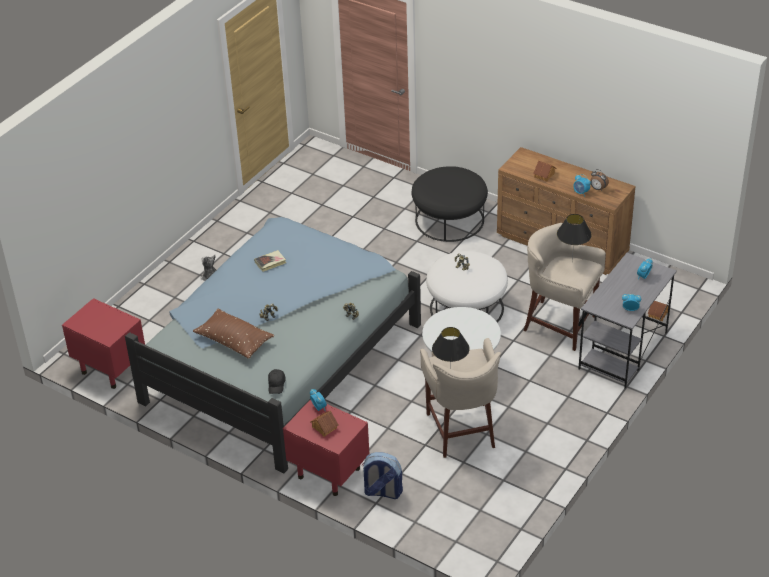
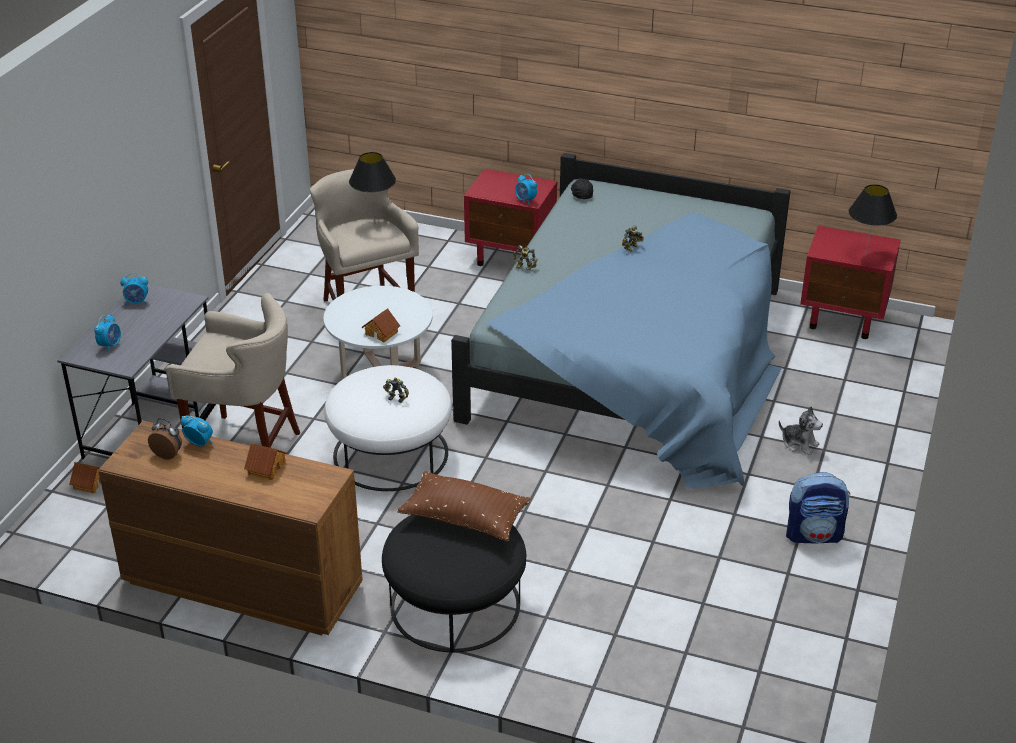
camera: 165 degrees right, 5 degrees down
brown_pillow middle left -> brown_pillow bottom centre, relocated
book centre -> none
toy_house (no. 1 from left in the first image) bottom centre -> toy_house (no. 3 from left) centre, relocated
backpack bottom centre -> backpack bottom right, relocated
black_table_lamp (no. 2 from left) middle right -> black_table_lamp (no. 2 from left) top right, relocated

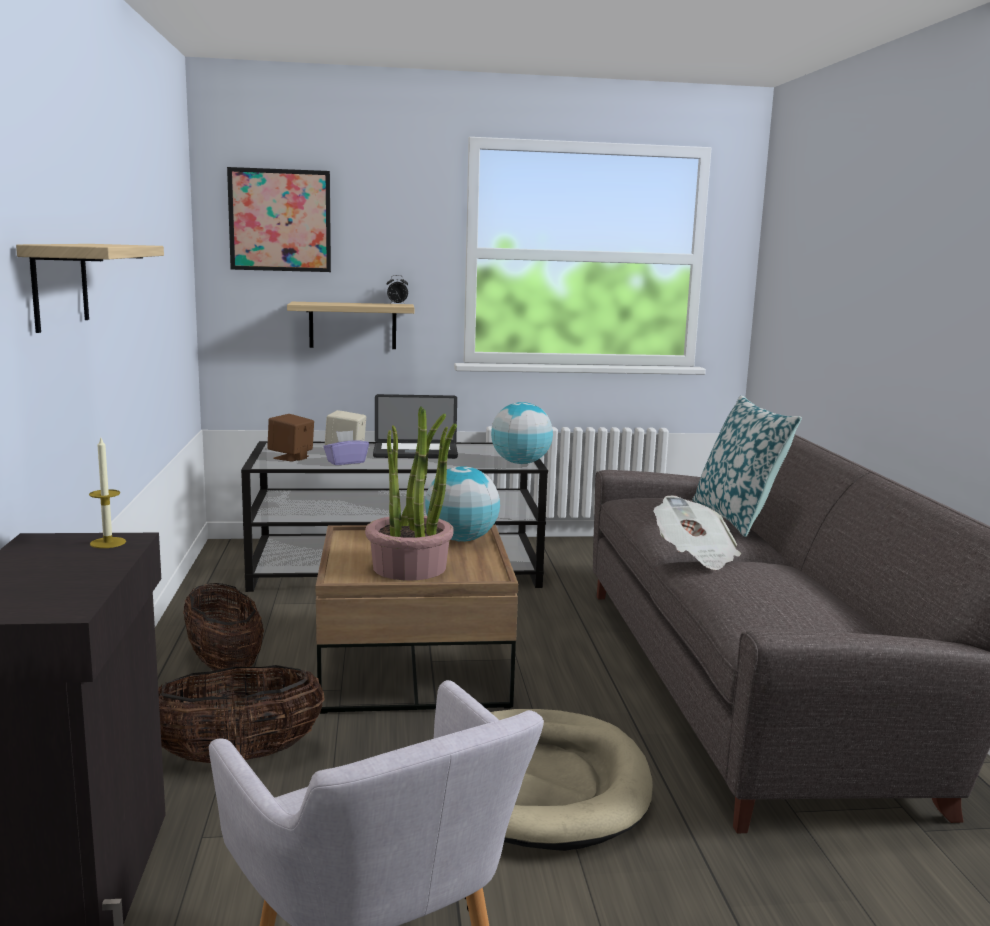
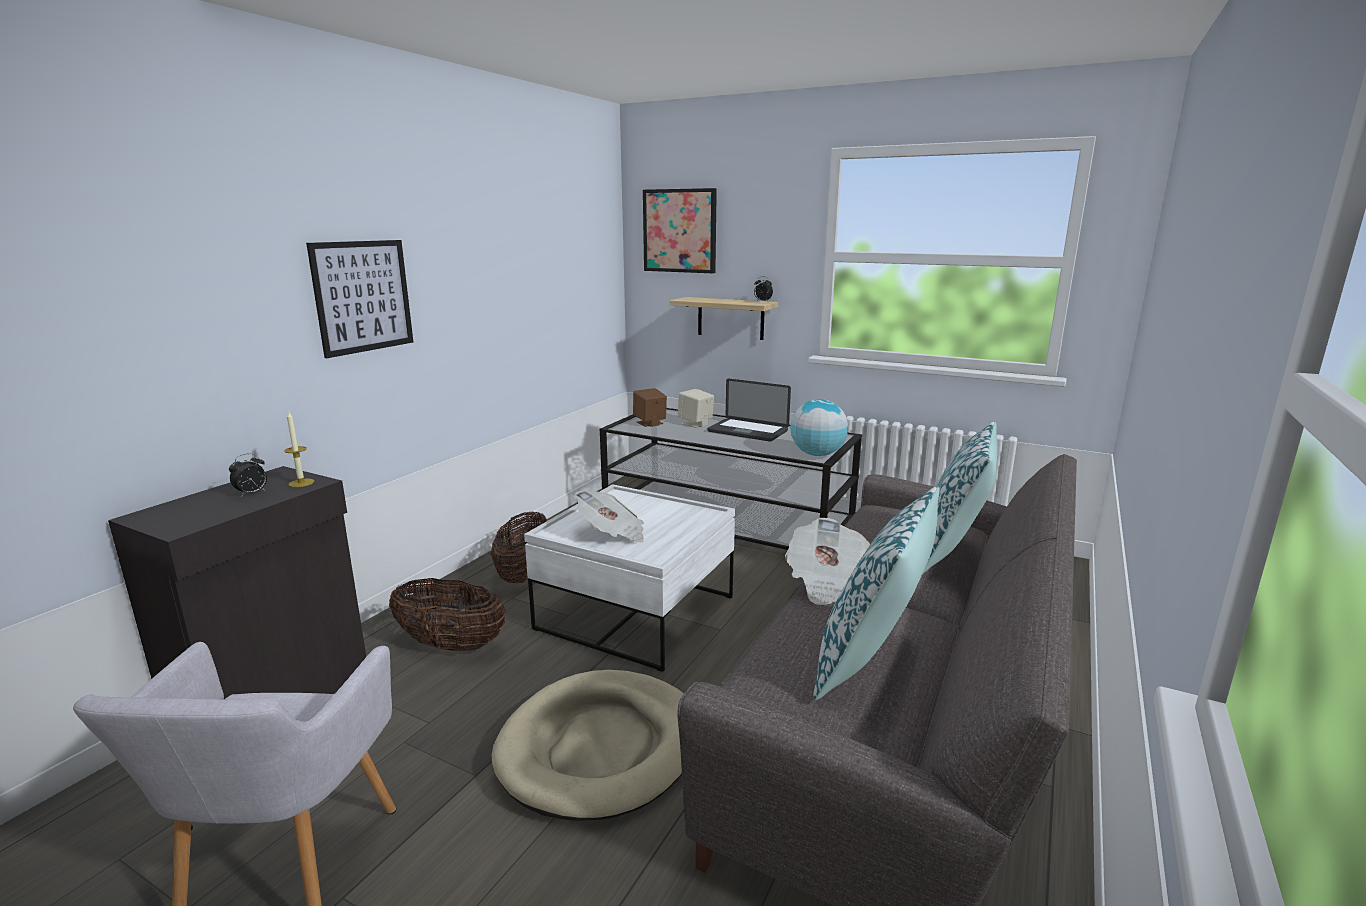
camera: 35 degrees right, 5 degrees up
shelf (no. 1 from left) top left -> picture (no. 1 from left) top left
brown_coffee_table bottom centre -> white_coffee_table centre
purple_tissue_box centre -> none
potted_plant centre -> newspaper (no. 1 from left) centre
globe (no. 1 from left) centre -> none
none -> alarm_clock (no. 1 from left) middle left
none -> pillow (no. 1 from left) centre

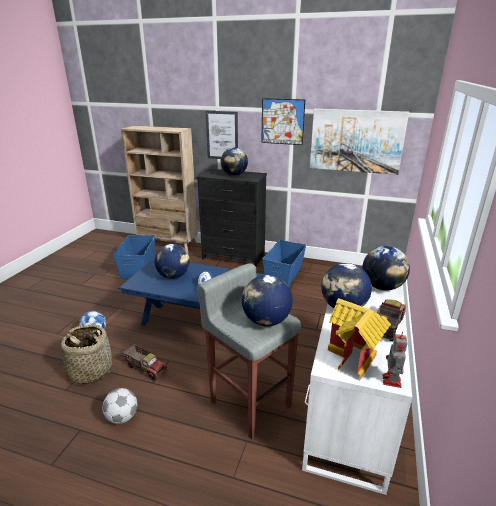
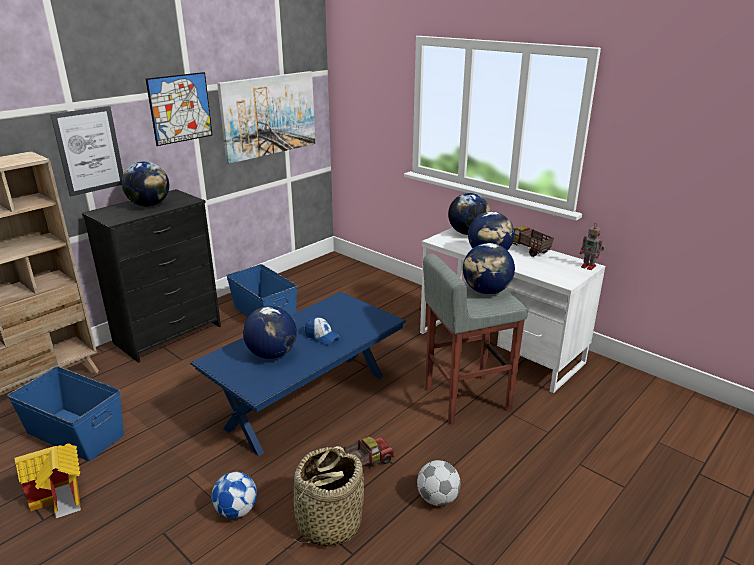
camera: 65 degrees left, 0 degrees up
toy_house bottom right -> toy_house bottom left, relocated

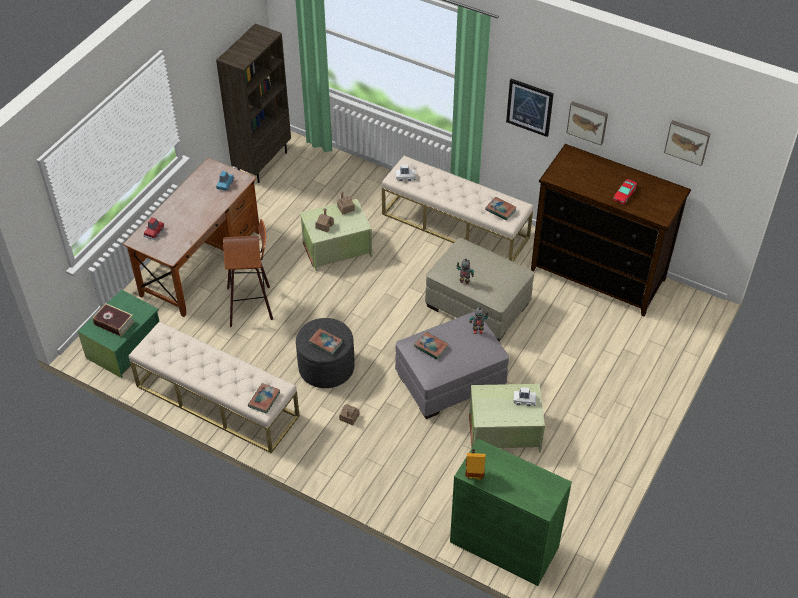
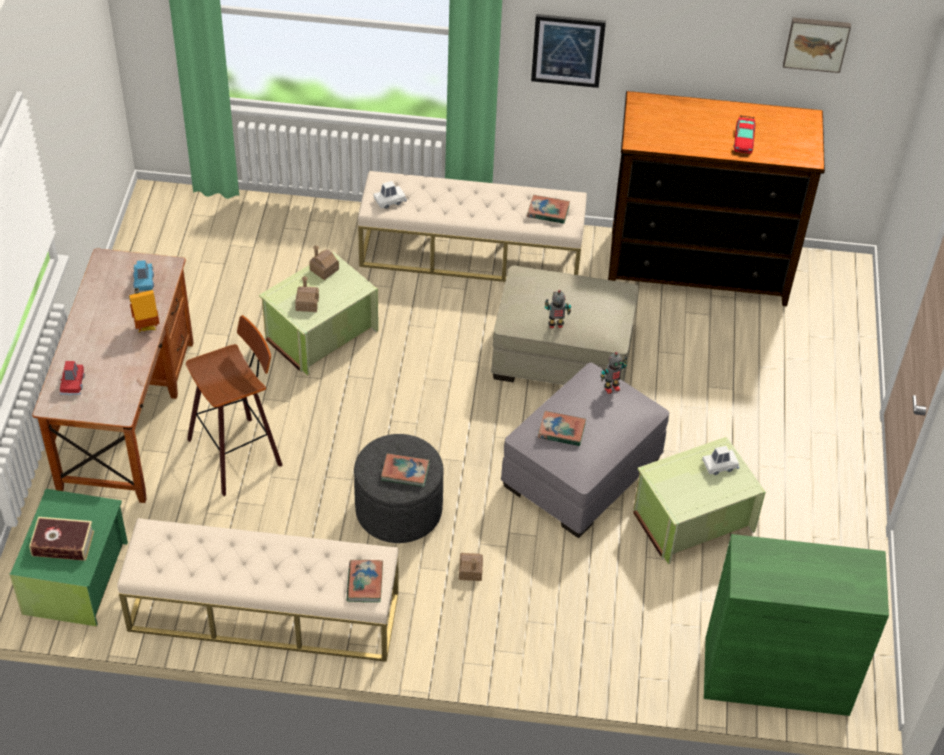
camera: 25 degrees left, 0 degrees up
brown_bookcase top left -> none
toy_house (no. 4 from left in the first image) bottom centre -> toy_house (no. 1 from left) middle left, relocated
picture (no. 2 from left) top right -> none

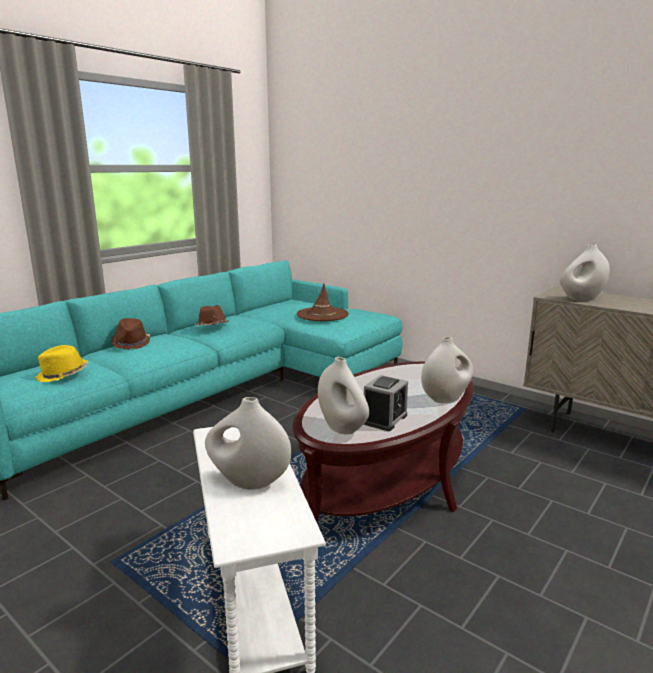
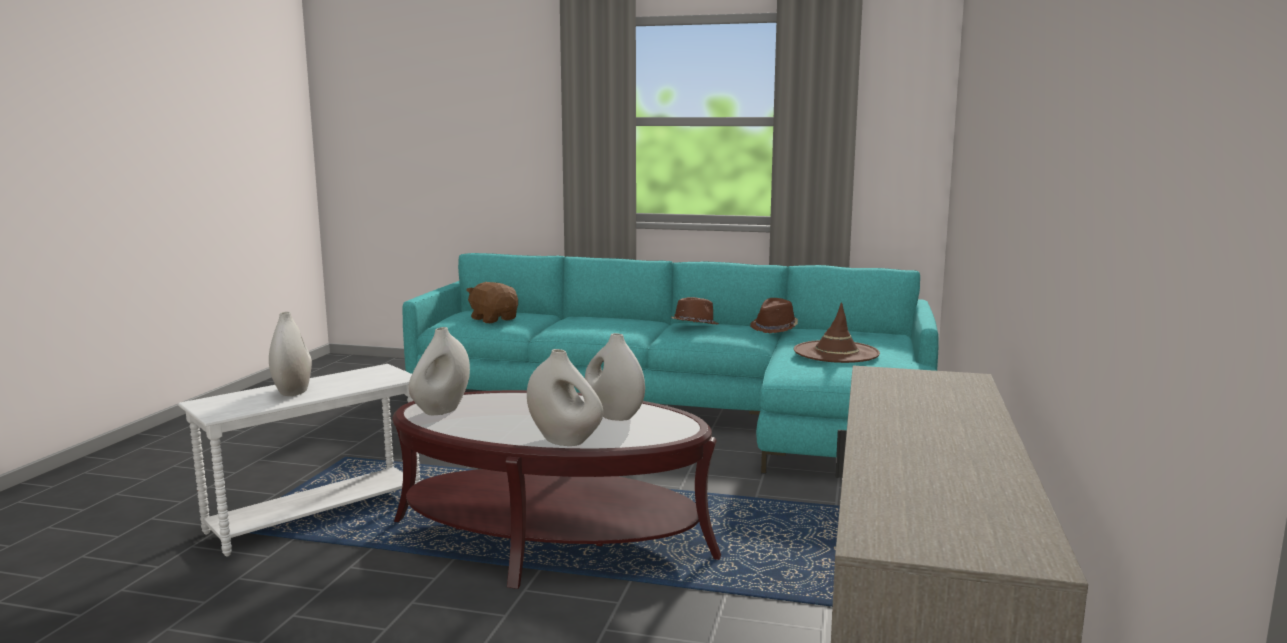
camera: 65 degrees right, 5 degrees down
yellow_hat middle left -> brown_plush_toy centre
brown_hat (no. 1 from left in the first image) middle left -> brown_hat (no. 2 from left) centre, relocated
alarm_clock centre -> none
white_vase (no. 4 from left) middle right -> white_vase (no. 4 from left) centre, relocated

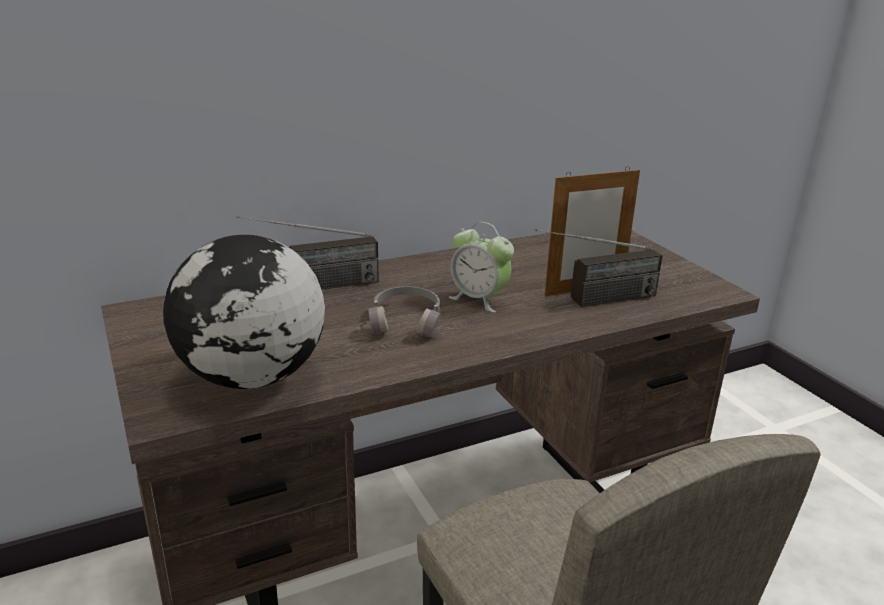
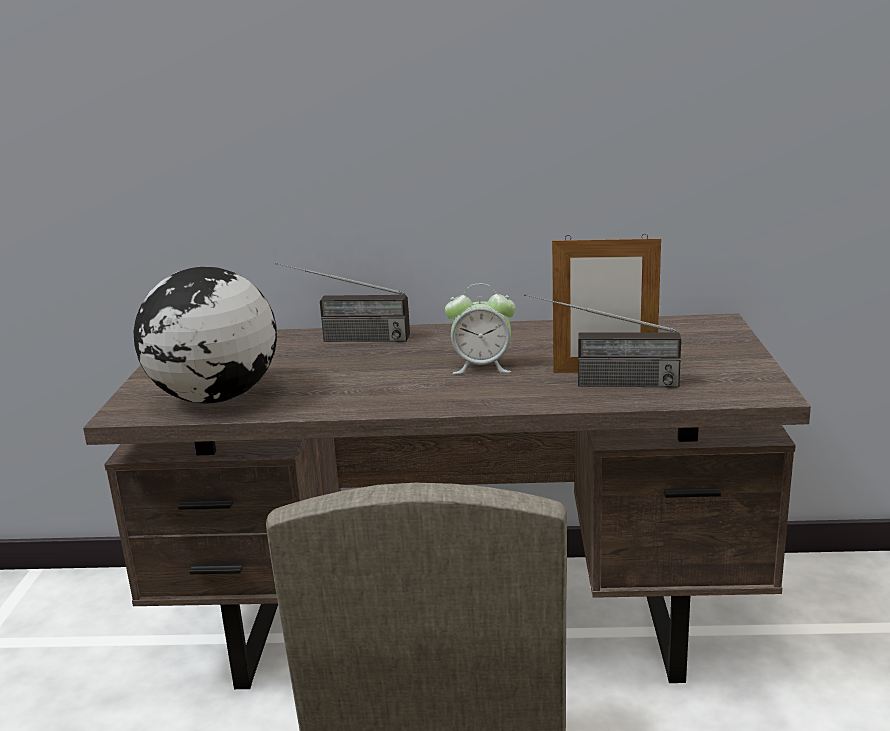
camera: 30 degrees right, 5 degrees down
grey_headphones centre -> none
alarm_clock centre, 60 degrees counterclockwise

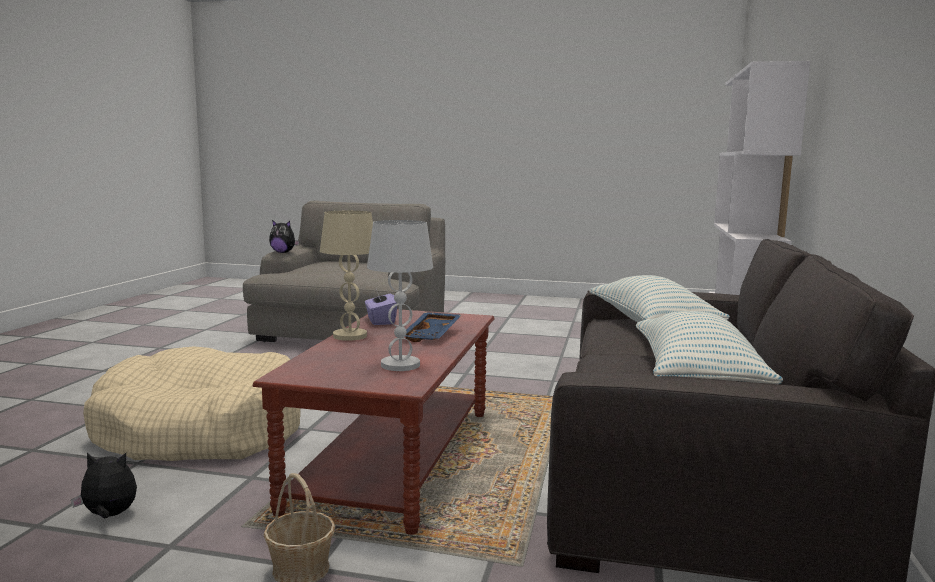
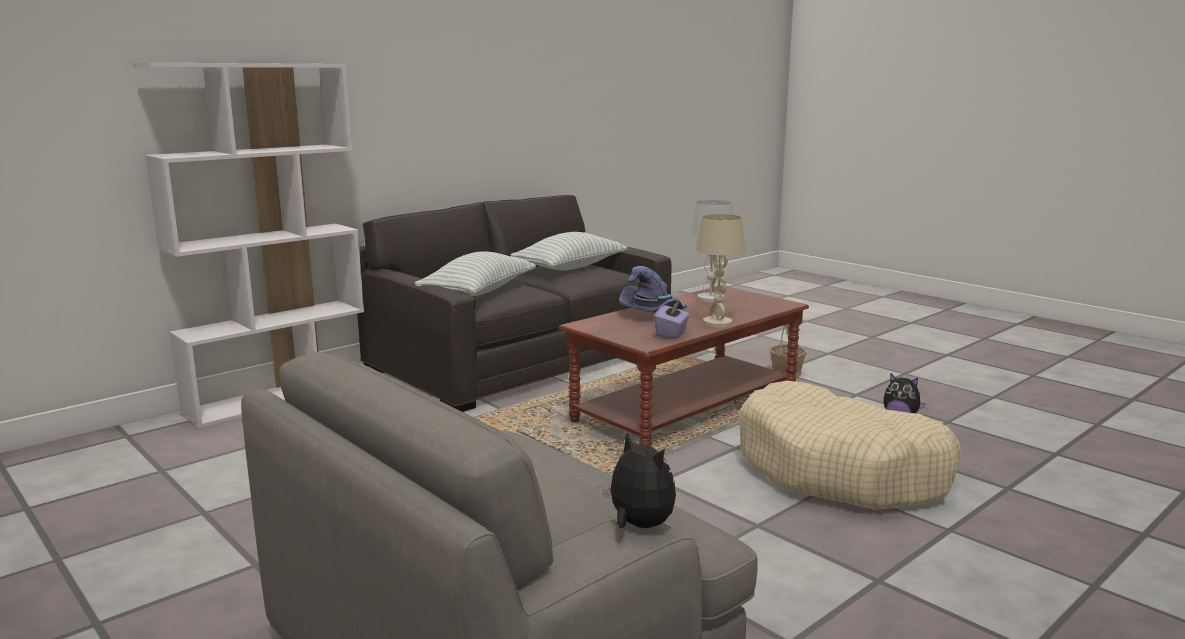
camera: 145 degrees left, 5 degrees up
blue_tray centre -> purple_hat centre

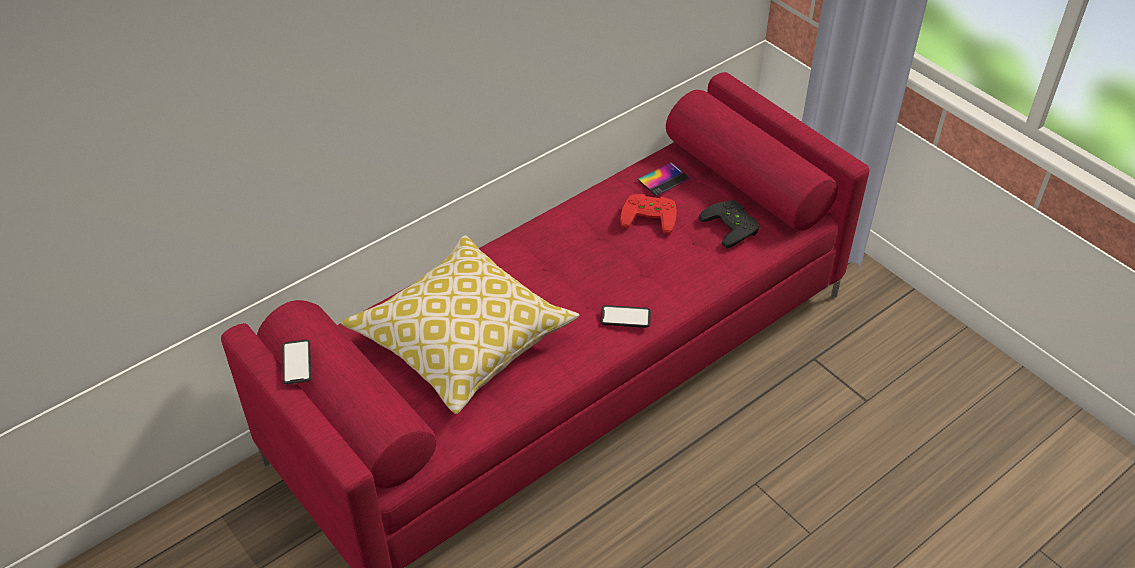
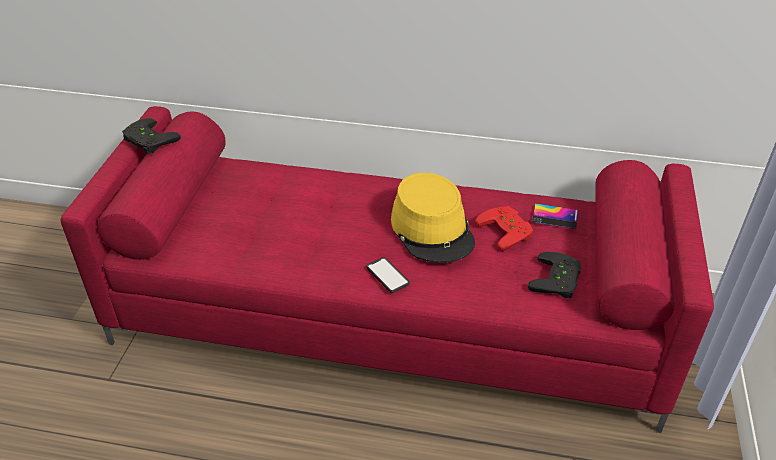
camera: 50 degrees right, 5 degrees down
phone (no. 1 from left) middle left -> black_game_controller (no. 1 from left) top left
pillow centre -> none
none -> yellow_hat centre

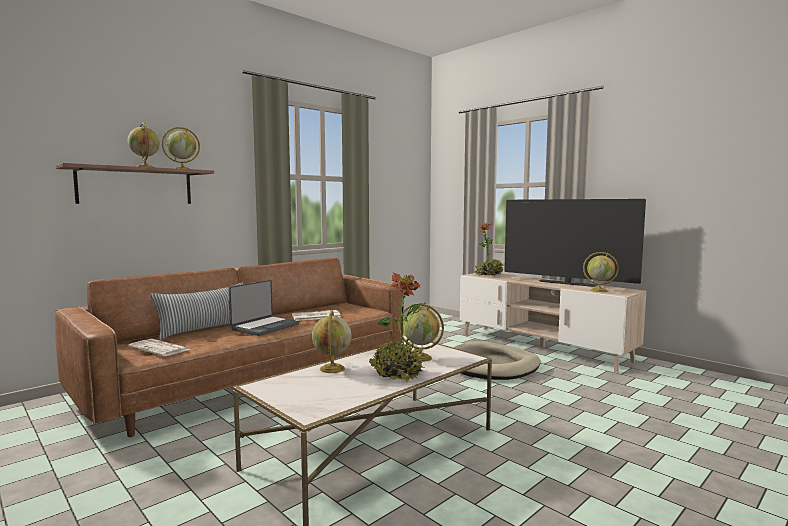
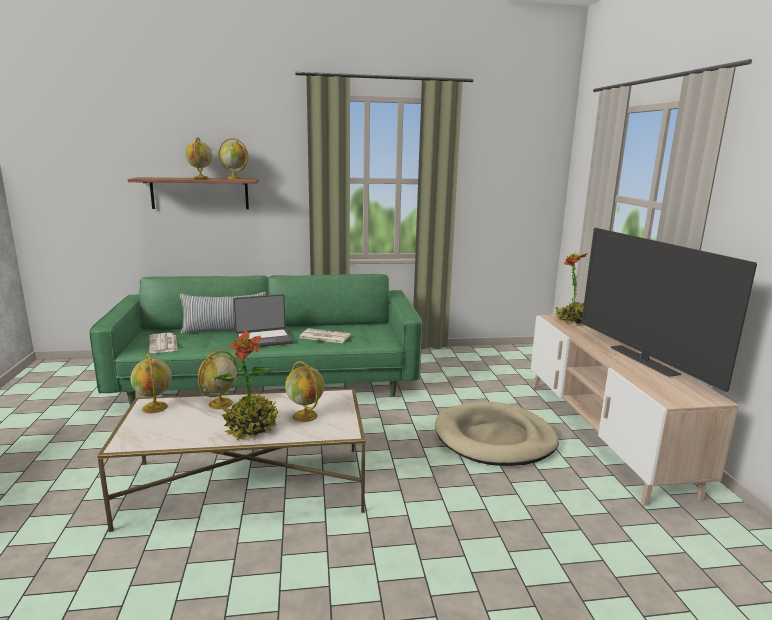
camera: 35 degrees right, 10 degrees up
brown_sofa middle left -> green_sofa middle left
globe (no. 5 from left in the first image) middle right -> globe (no. 1 from left) middle left, relocated

